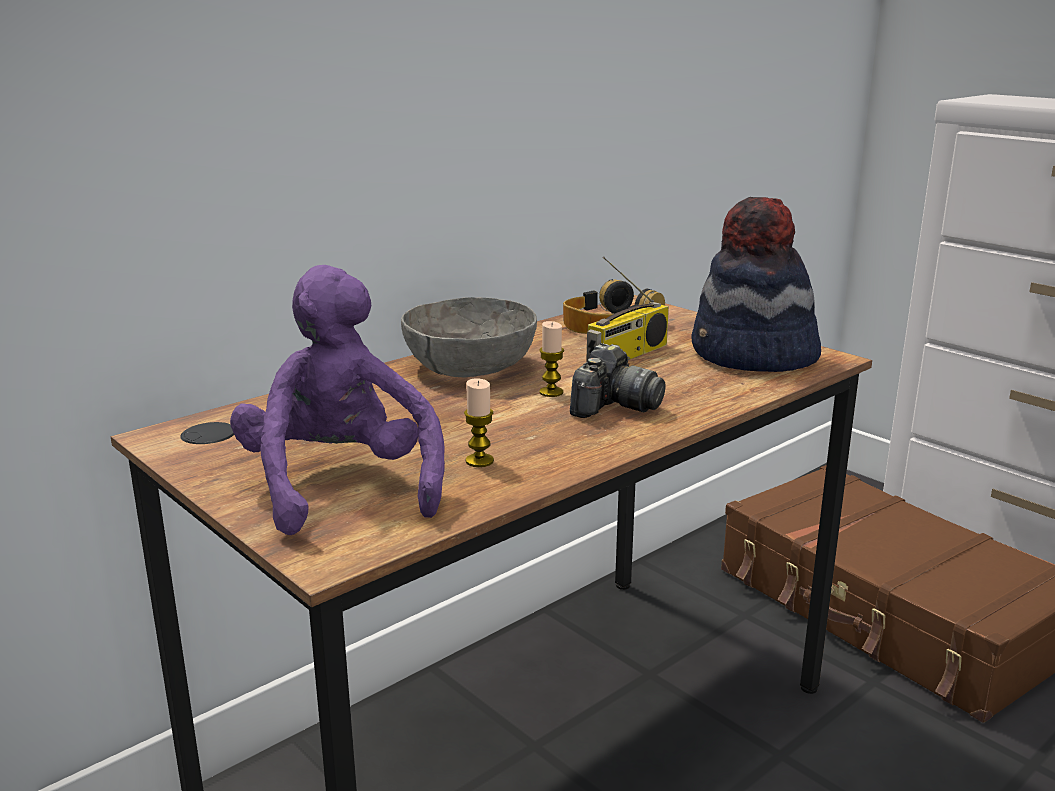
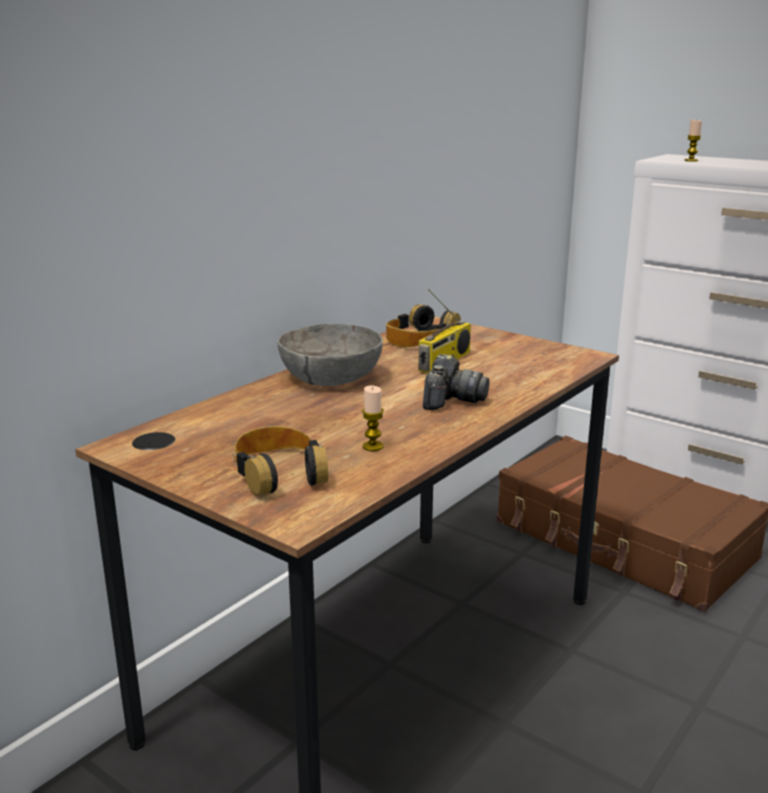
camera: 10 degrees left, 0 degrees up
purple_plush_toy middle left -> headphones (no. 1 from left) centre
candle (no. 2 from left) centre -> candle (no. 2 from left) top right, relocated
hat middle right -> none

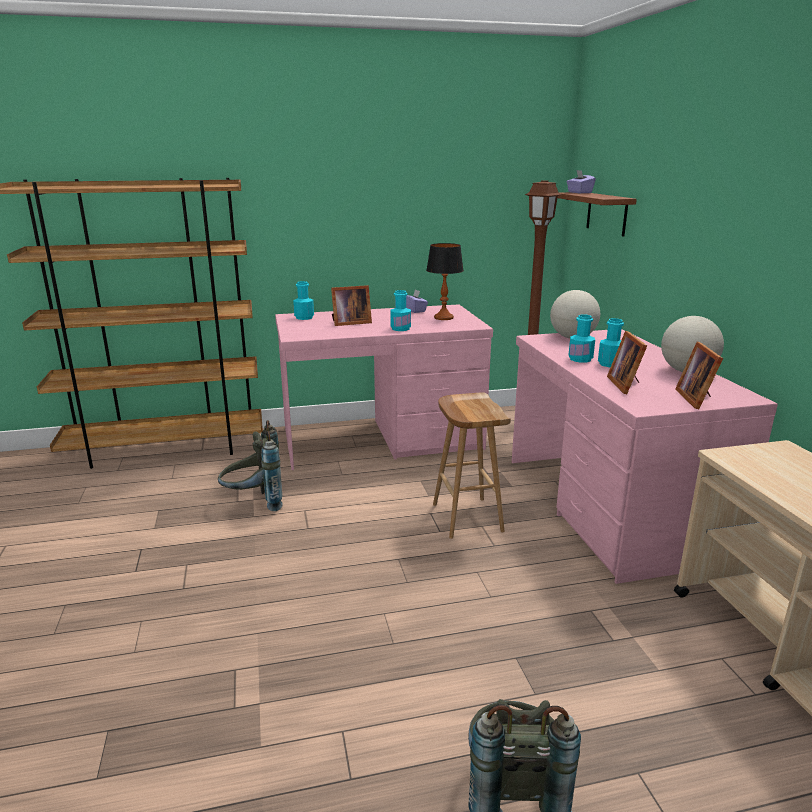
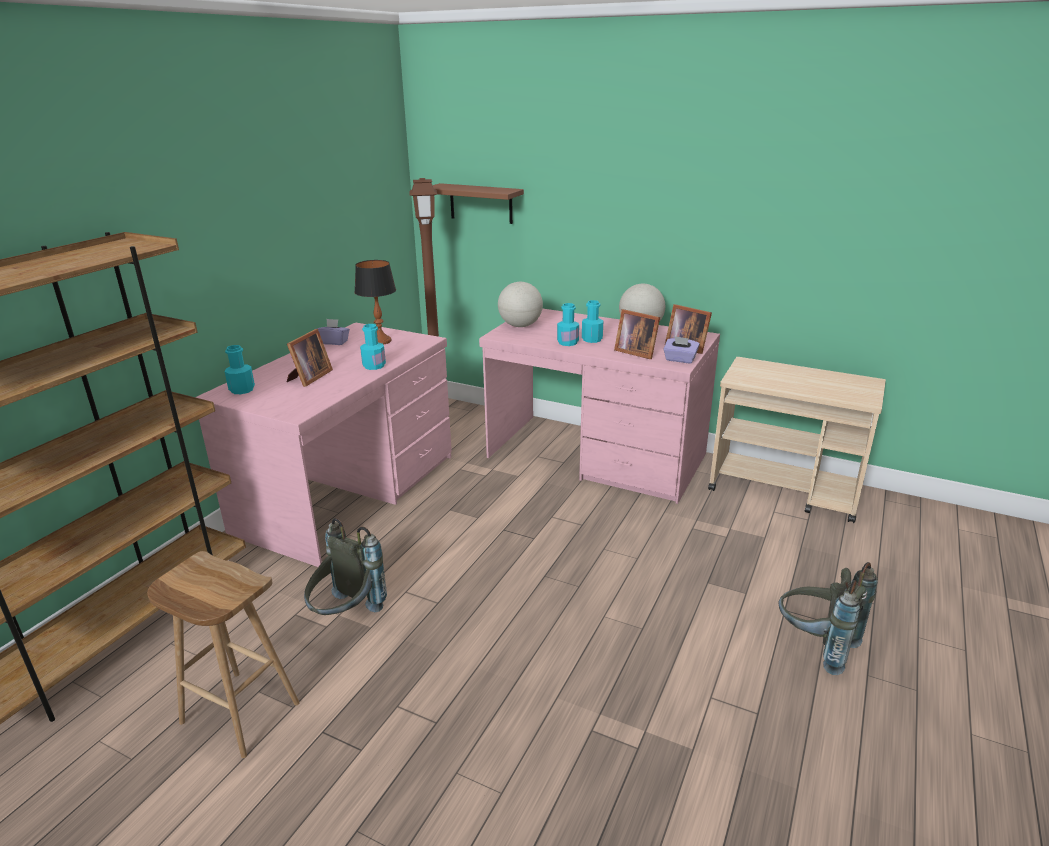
camera: 50 degrees left, 5 degrees up
brown_stool centre -> brown_stool bottom left, relocated
purple_tissue_box (no. 2 from left) top right -> purple_tissue_box (no. 2 from left) centre, relocated

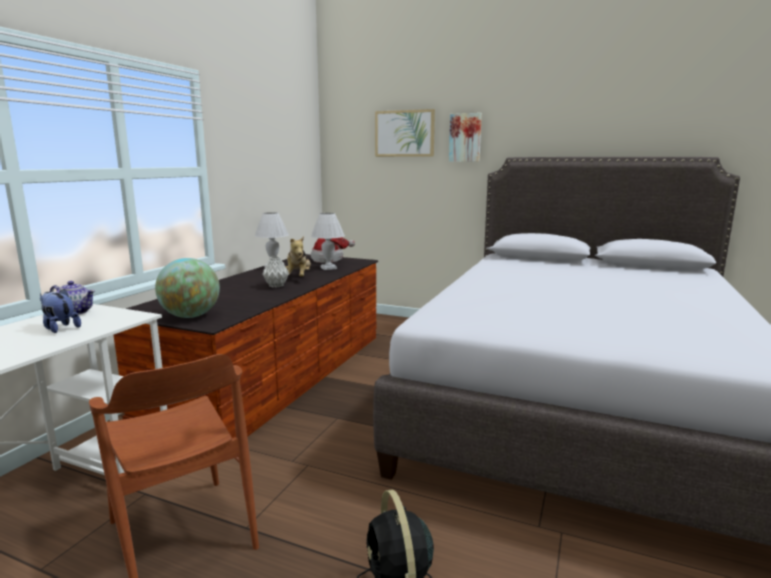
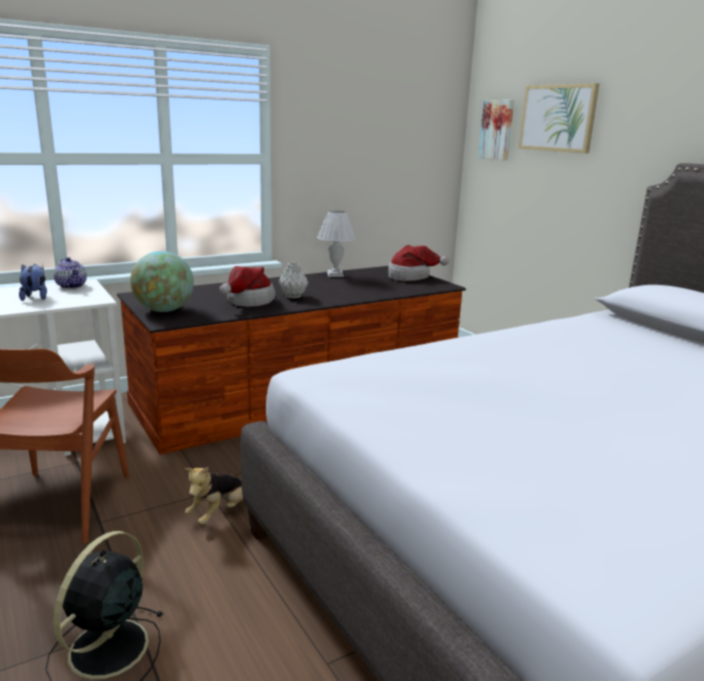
camera: 35 degrees right, 5 degrees up
plush_toy (no. 2 from left) centre -> plush_toy (no. 2 from left) bottom left, relocated
white_table_lamp (no. 2 from left) centre -> none
picture (no. 2 from left in the first image) top centre -> picture (no. 1 from left) top right, relocated
none -> hat (no. 1 from left) centre

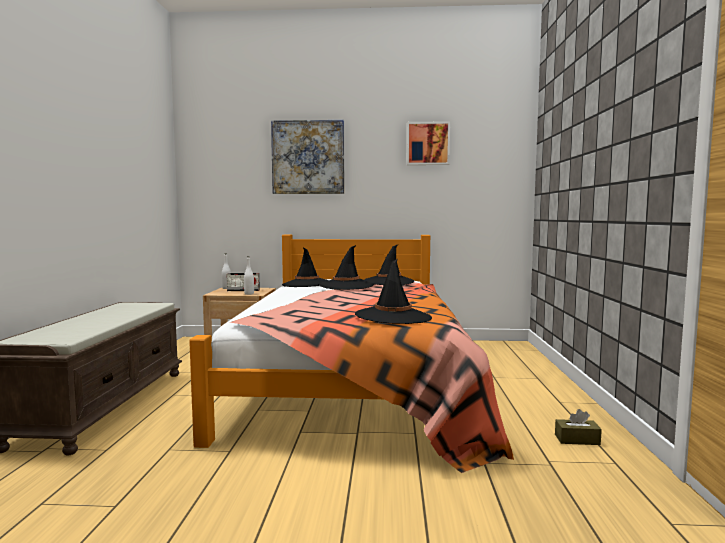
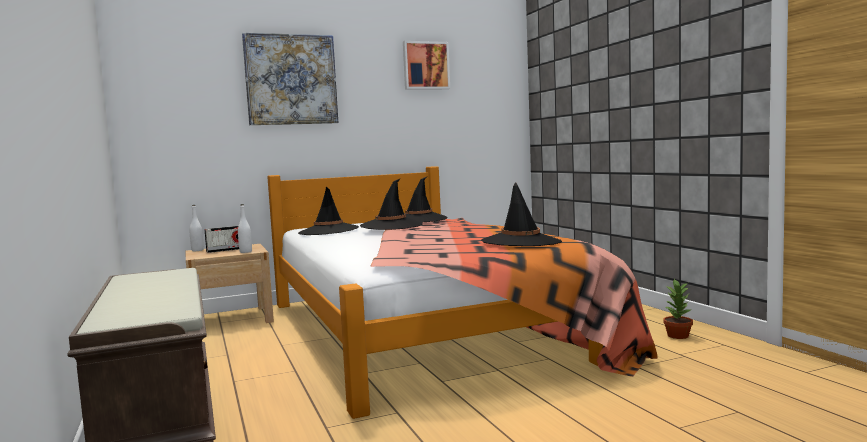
camera: 25 degrees left, 0 degrees up
brown_tissue_box bottom right -> potted_plant bottom right

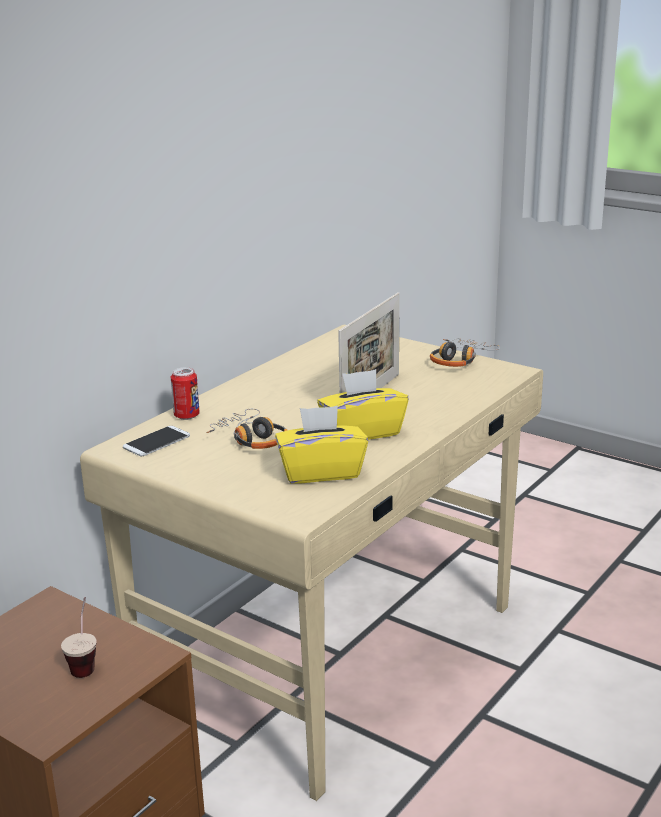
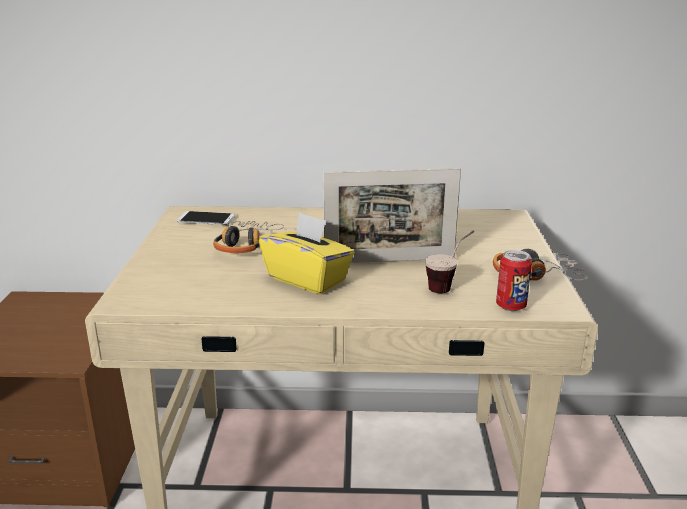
camera: 55 degrees right, 0 degrees up
cup bottom left -> cup centre, relocated
can middle left -> can middle right, relocated
yellow_tissue_box (no. 1 from left) centre -> none

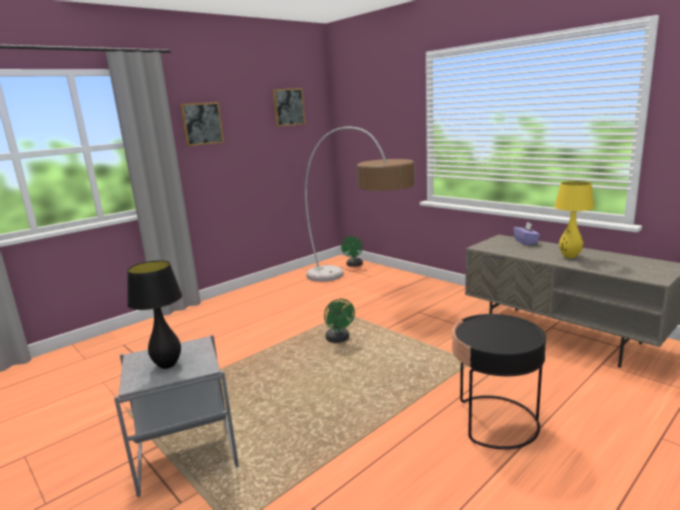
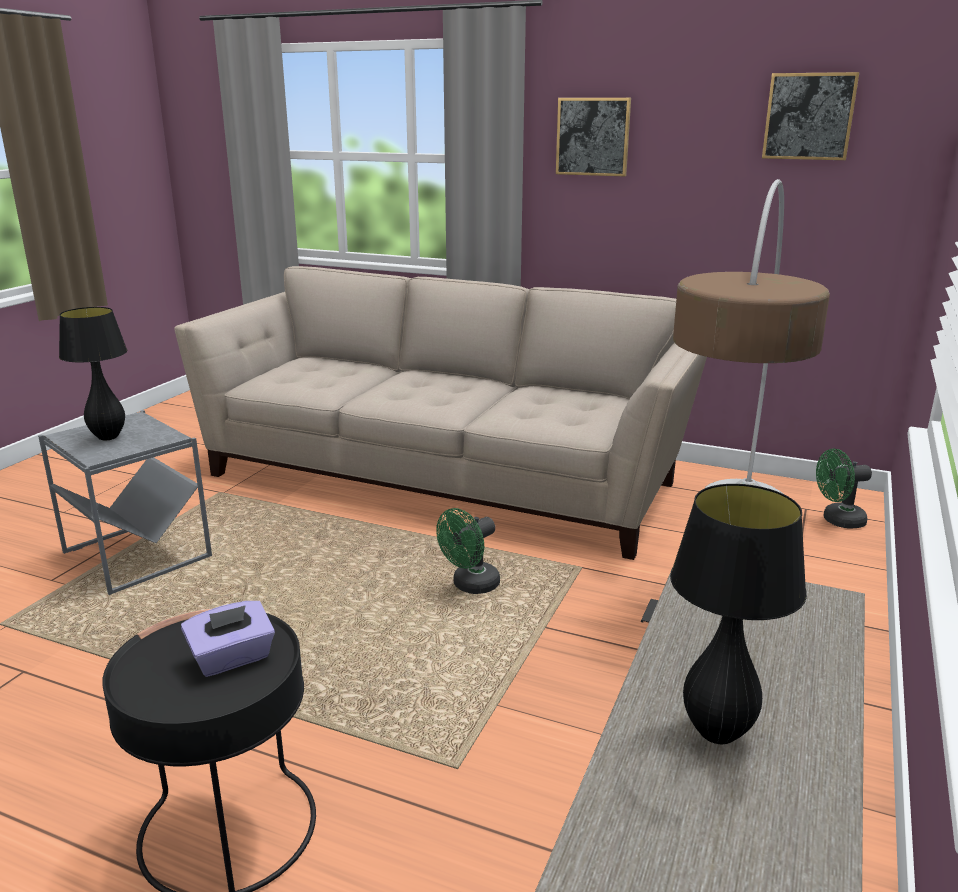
camera: 65 degrees right, 5 degrees up
purple_tissue_box middle right -> purple_tissue_box bottom left, relocated
yellow_table_lamp middle right -> black_table_lamp (no. 2 from left) bottom right
none -> beige_sofa centre

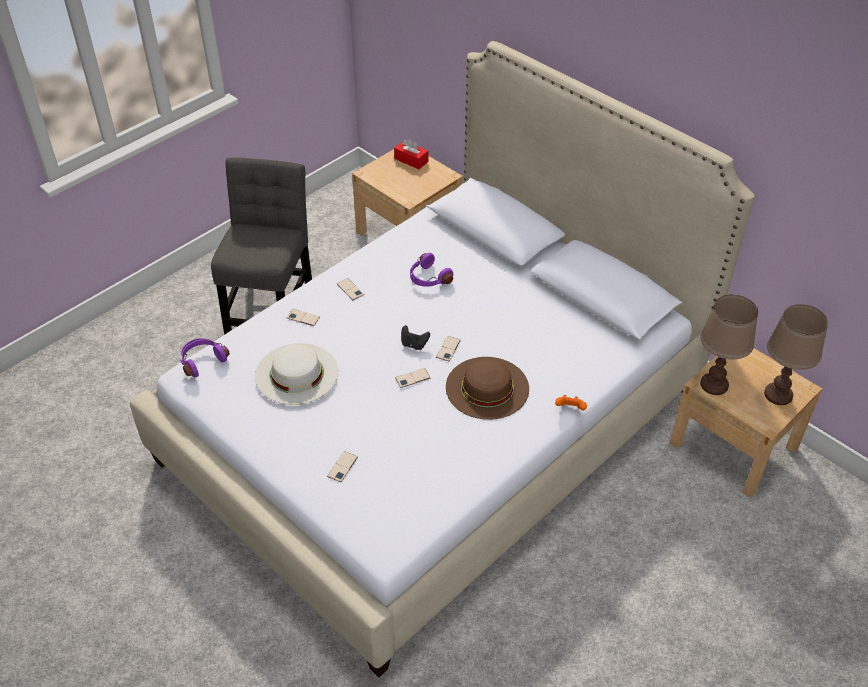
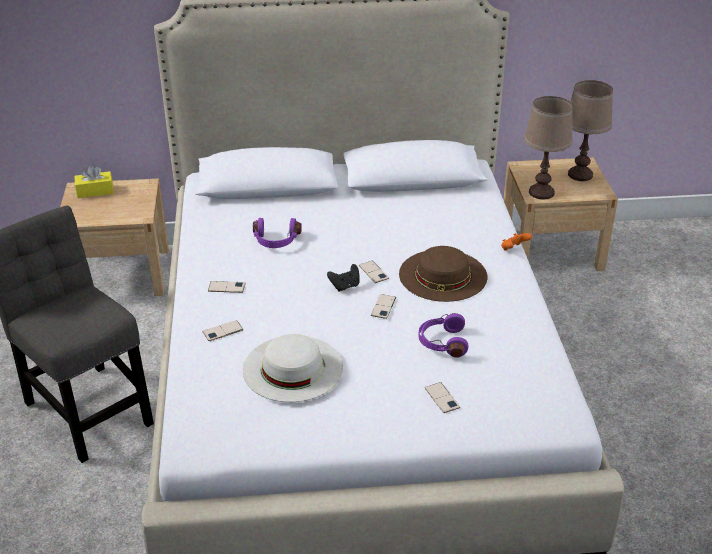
camera: 50 degrees left, 10 degrees down
purple_headphones (no. 1 from left in the first image) middle left -> purple_headphones (no. 2 from left) centre, relocated
red_tissue_box top centre -> yellow_tissue_box top left

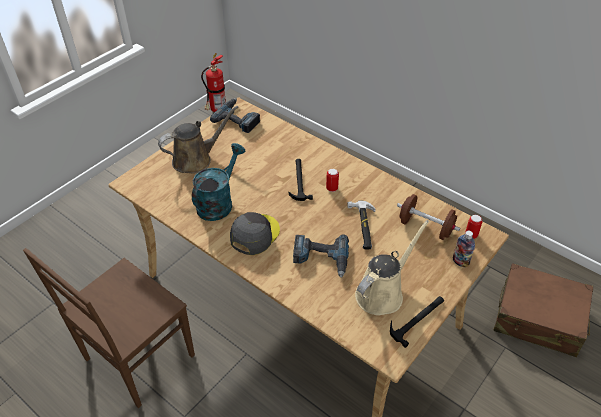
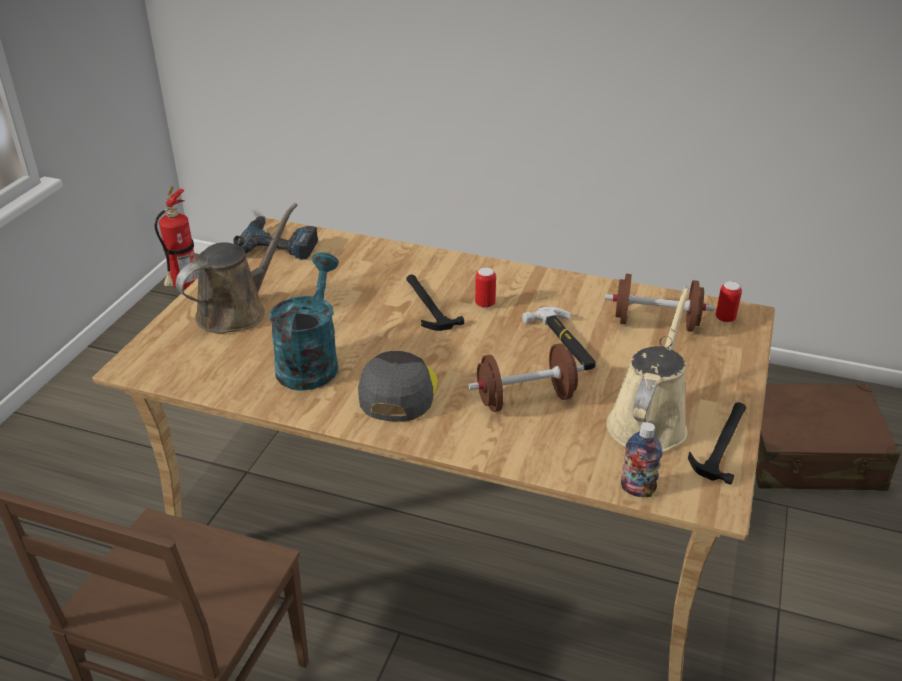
camera: 20 degrees left, 10 degrees down
power_drill (no. 2 from left) centre -> brown_dumbbell (no. 1 from left) centre
bottle middle right -> bottle bottom right, relocated

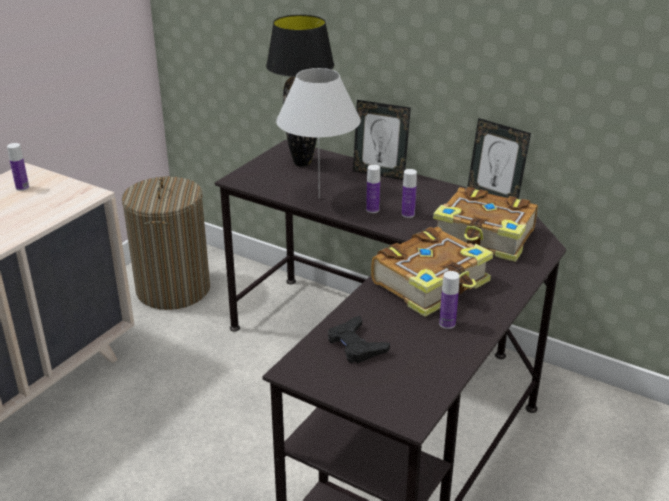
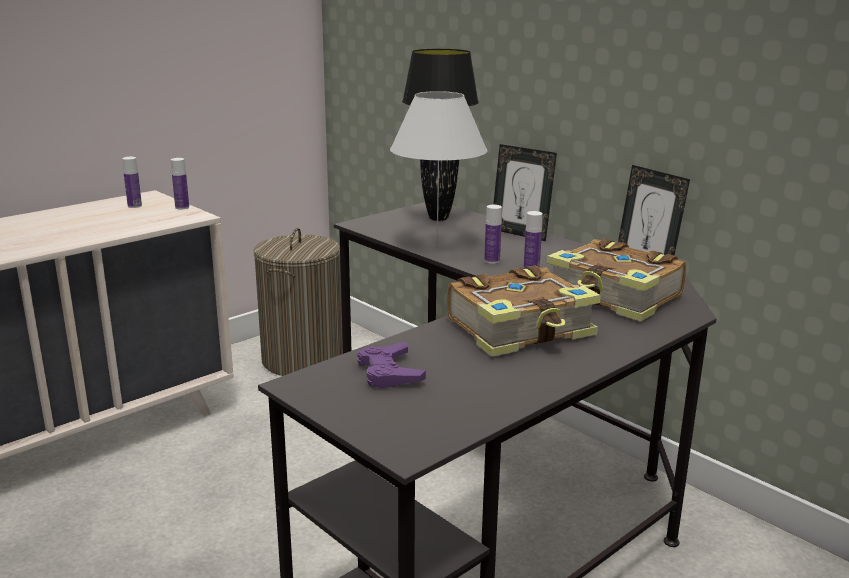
camera: 15 degrees right, 10 degrees down
black_game_controller bottom centre -> purple_game_controller centre
bottle (no. 4 from left in the first image) middle right -> bottle (no. 2 from left) top left, relocated

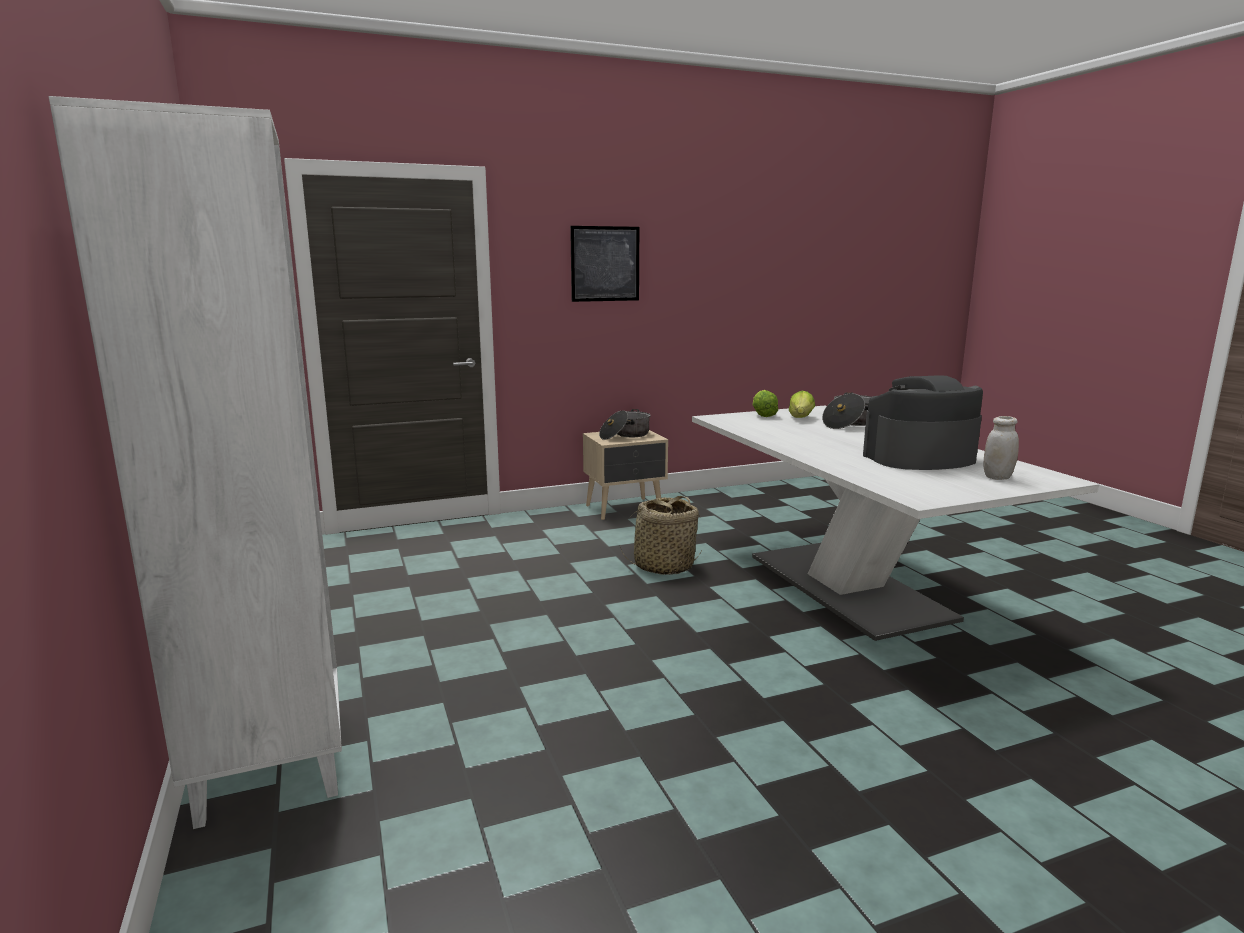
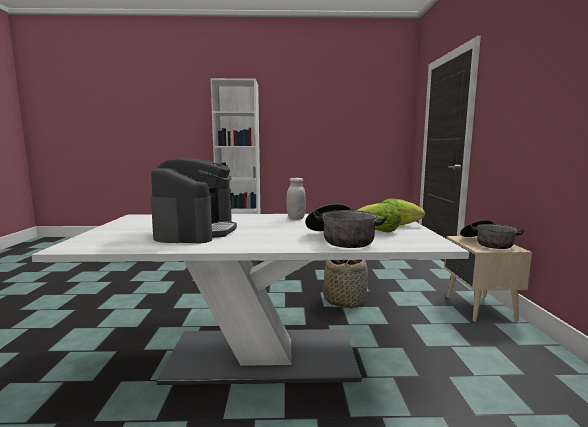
camera: 110 degrees right, 5 degrees down
picture top centre -> none
white_jar middle right -> white_jar centre, relocated

